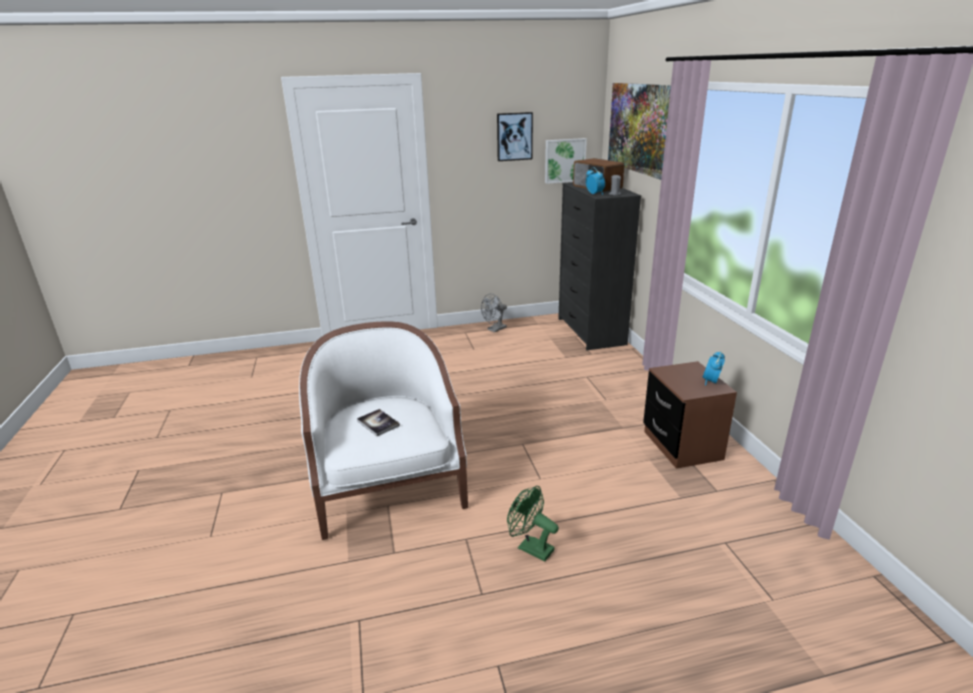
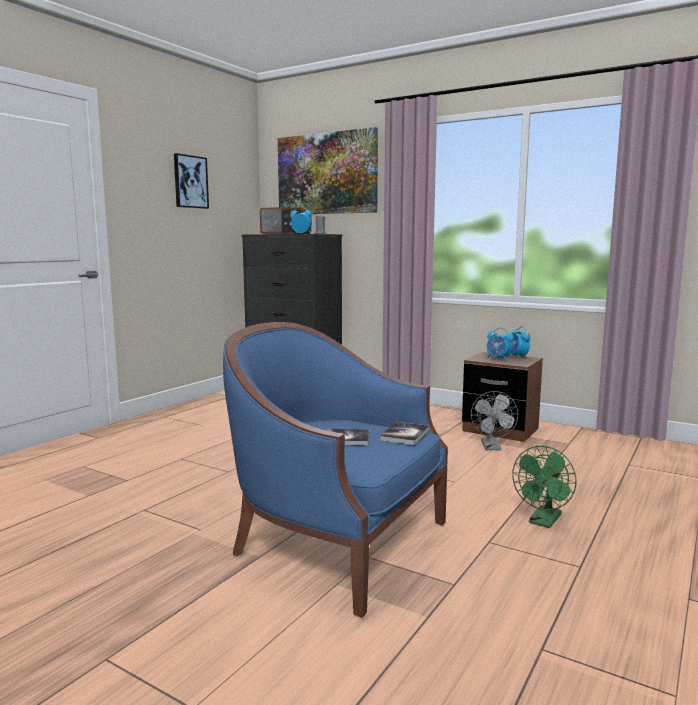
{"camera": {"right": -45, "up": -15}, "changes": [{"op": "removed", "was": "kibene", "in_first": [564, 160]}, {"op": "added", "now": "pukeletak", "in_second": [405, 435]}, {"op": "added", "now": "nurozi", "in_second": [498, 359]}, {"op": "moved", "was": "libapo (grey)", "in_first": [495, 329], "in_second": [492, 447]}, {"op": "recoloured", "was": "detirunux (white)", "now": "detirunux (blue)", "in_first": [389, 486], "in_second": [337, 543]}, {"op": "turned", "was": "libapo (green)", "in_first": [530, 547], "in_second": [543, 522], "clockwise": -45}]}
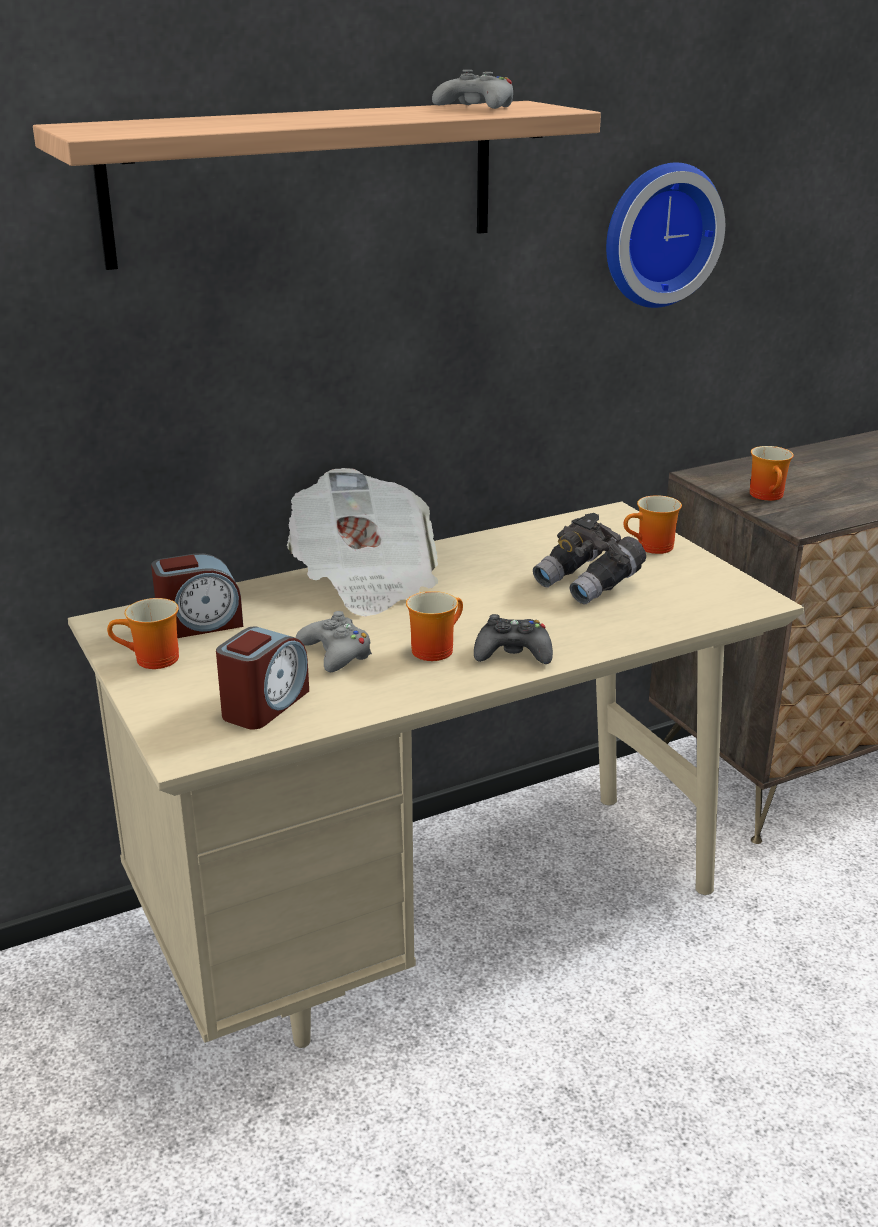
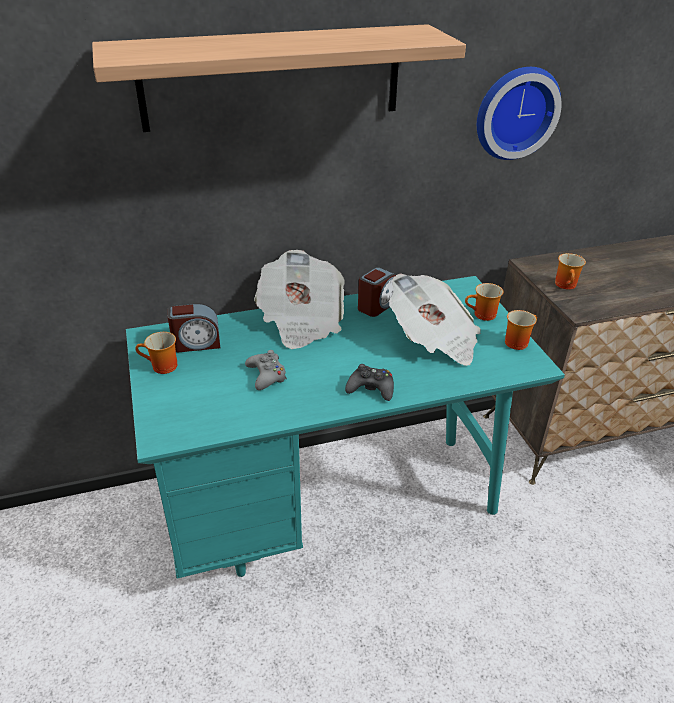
{"camera": {"right": 10, "up": 10}, "changes": [{"op": "removed", "was": "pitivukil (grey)", "in_first": [477, 107]}, {"op": "moved", "was": "nurozi", "in_first": [264, 705], "in_second": [377, 305]}, {"op": "moved", "was": "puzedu", "in_first": [433, 648], "in_second": [516, 341]}, {"op": "replaced", "was": "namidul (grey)", "now": "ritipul", "in_first": [588, 584], "in_second": [434, 340]}, {"op": "recoloured", "was": "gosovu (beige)", "now": "gosovu (turquoise)", "in_first": [438, 917], "in_second": [334, 505]}]}
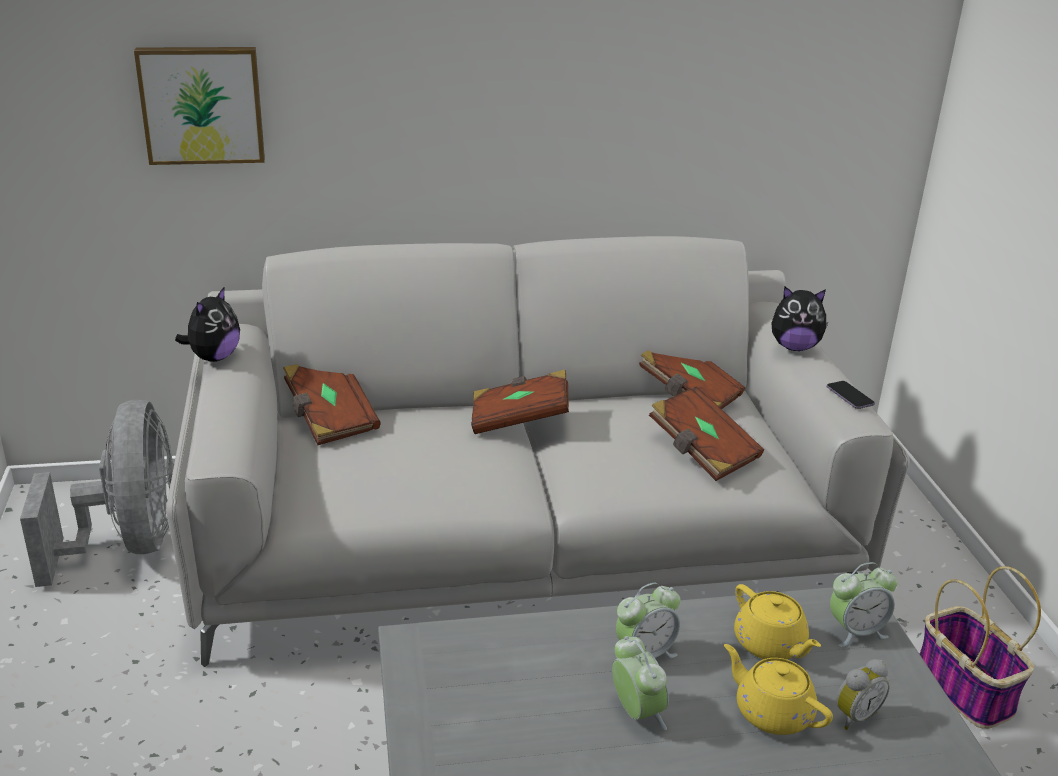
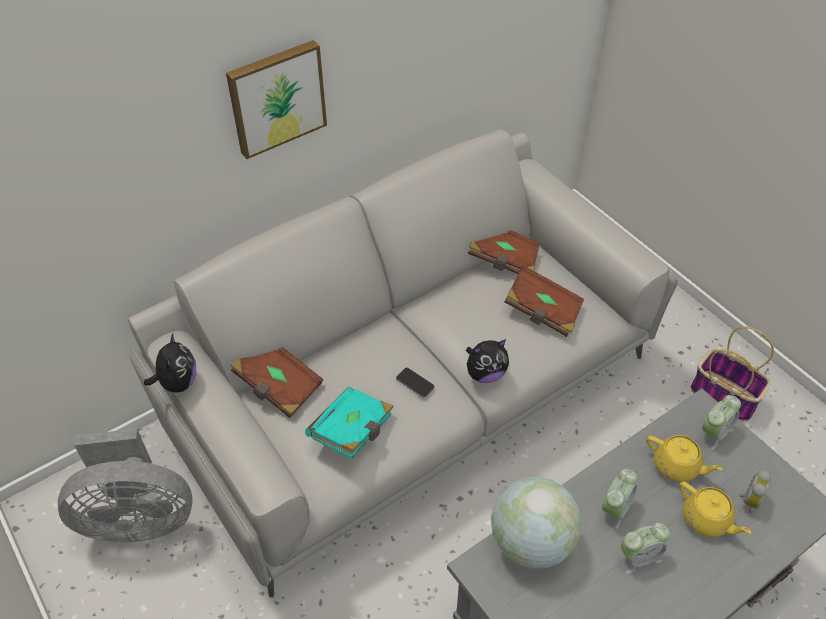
{"camera": {"right": -25, "up": 20}, "changes": [{"op": "removed", "was": "pukeletak (brown)", "in_first": [519, 420]}, {"op": "added", "now": "pukeletak (turquoise)", "in_second": [353, 431]}, {"op": "added", "now": "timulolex", "in_second": [531, 542]}, {"op": "moved", "was": "kibene", "in_first": [202, 104], "in_second": [276, 97]}, {"op": "moved", "was": "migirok", "in_first": [794, 347], "in_second": [485, 374]}, {"op": "moved", "was": "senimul", "in_first": [849, 396], "in_second": [415, 383]}, {"op": "turned", "was": "libapo (grey)", "in_first": [129, 544], "in_second": [138, 518], "clockwise": 120}, {"op": "turned", "was": "nurozi", "in_first": [636, 713], "in_second": [638, 557], "clockwise": 120}, {"op": "turned", "was": "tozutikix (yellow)", "in_first": [771, 712], "in_second": [707, 519], "clockwise": -150}]}
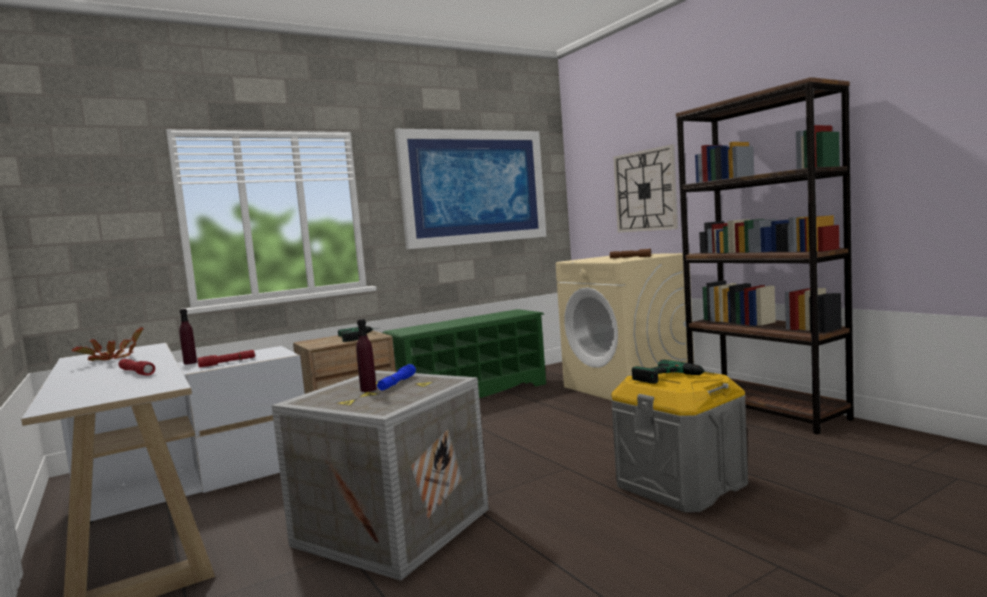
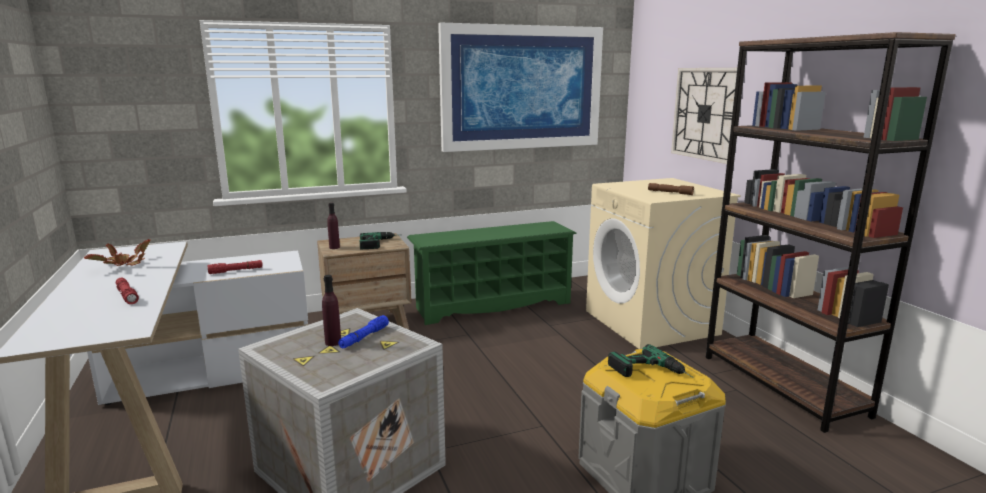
{"camera": {"right": 10, "up": 10}, "changes": [{"op": "moved", "was": "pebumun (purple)", "in_first": [190, 363], "in_second": [334, 247]}]}
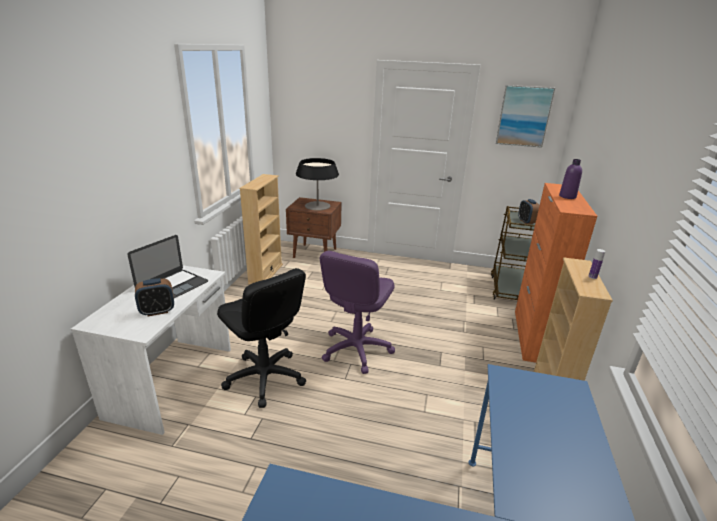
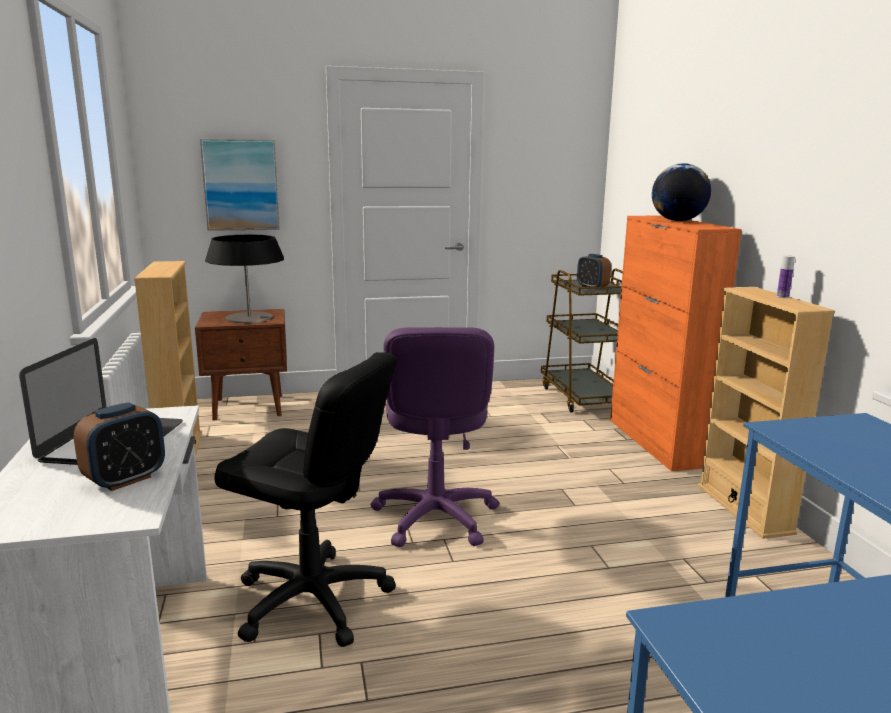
{"camera": {"right": -25, "up": -10}, "changes": [{"op": "moved", "was": "kibene", "in_first": [524, 116], "in_second": [241, 185]}, {"op": "replaced", "was": "pebumun (purple)", "now": "timulolex", "in_first": [567, 196], "in_second": [677, 221]}]}
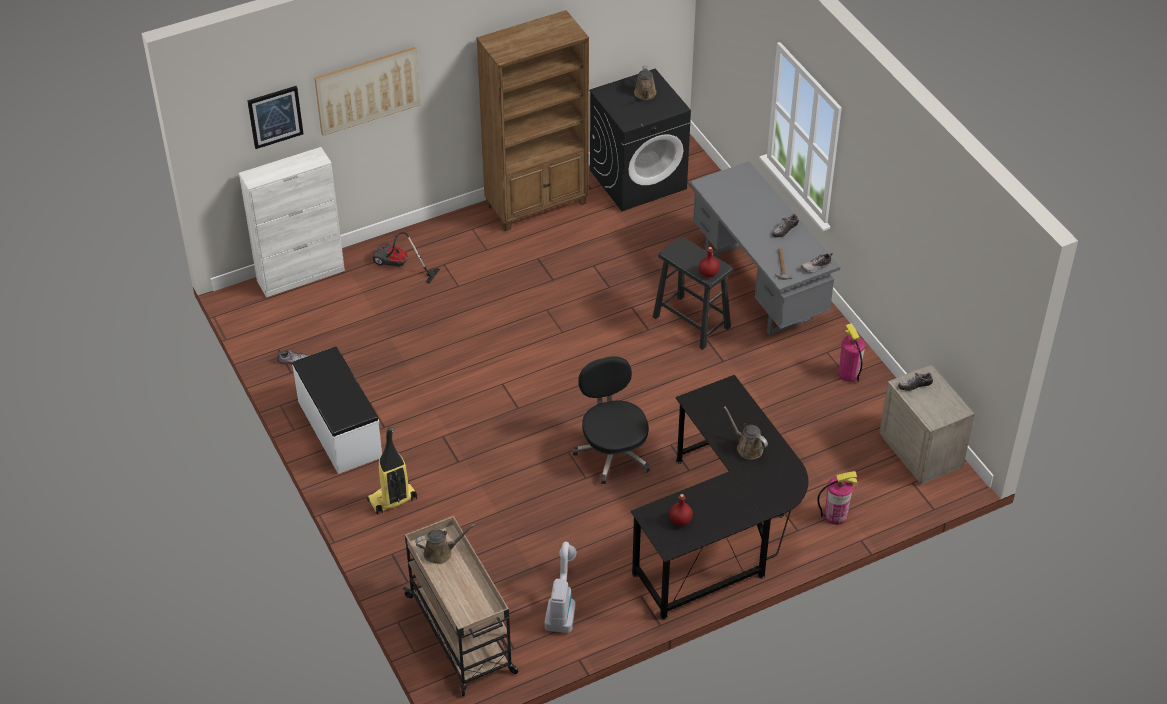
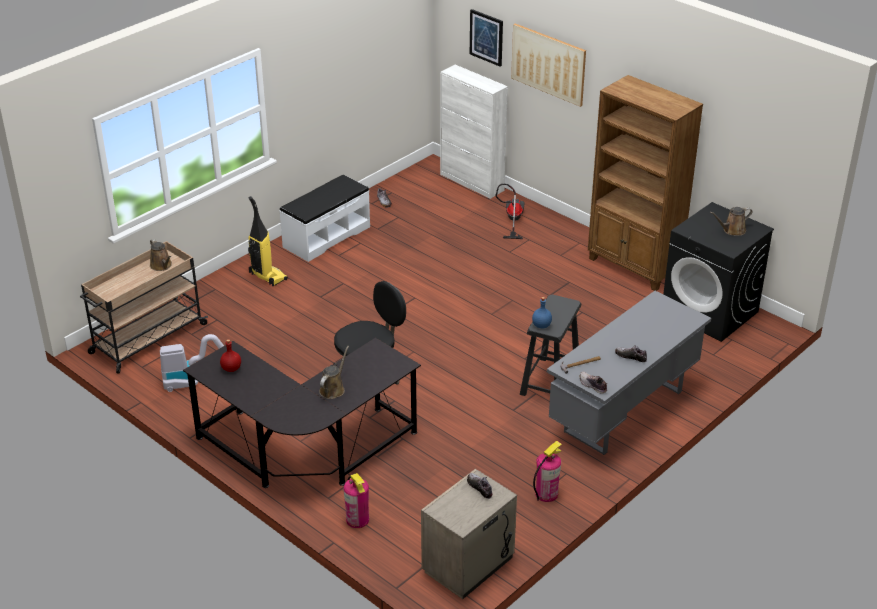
{"camera": {"right": 70, "up": -10}, "changes": [{"op": "recoloured", "was": "pebumun (red)", "now": "pebumun (blue)", "in_first": [708, 273], "in_second": [541, 325]}]}
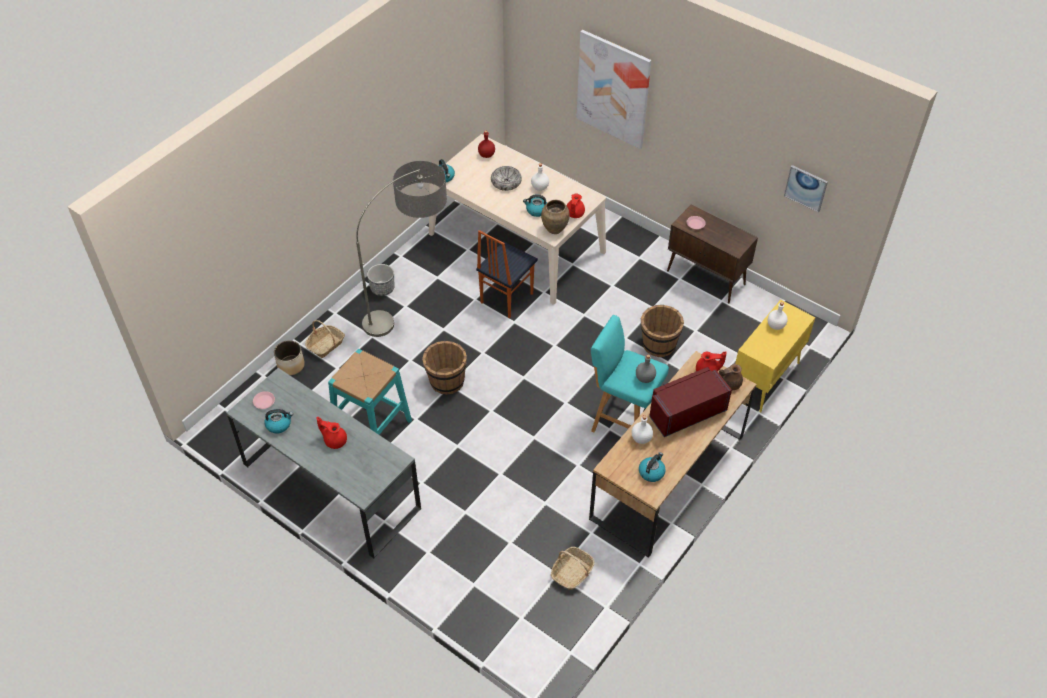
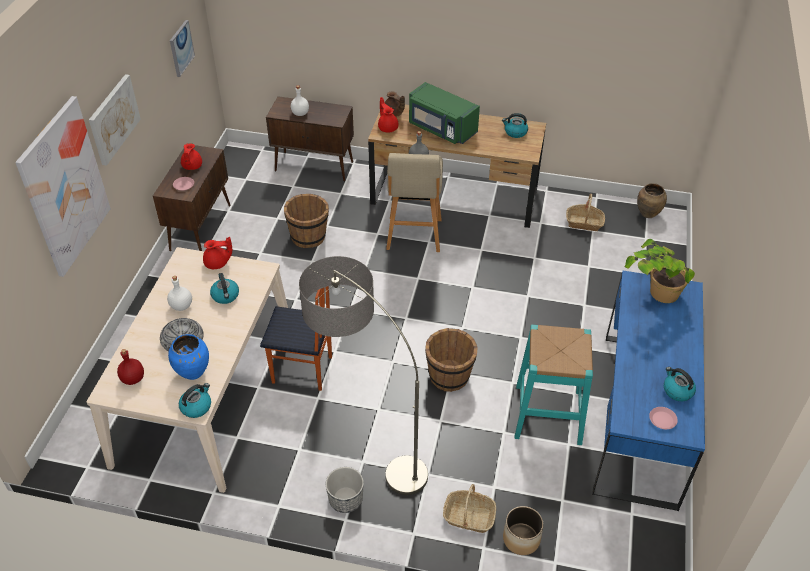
{"camera": {"right": -115, "up": -5}, "changes": [{"op": "removed", "was": "pebumun (white)", "in_first": [641, 438]}, {"op": "added", "now": "kibene", "in_second": [113, 119]}, {"op": "added", "now": "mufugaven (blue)", "in_second": [193, 372]}, {"op": "added", "now": "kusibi", "in_second": [651, 297]}, {"op": "moved", "was": "tozutikix (red)", "in_first": [334, 440], "in_second": [191, 166]}, {"op": "moved", "was": "mufugaven (brown)", "in_first": [554, 229], "in_second": [648, 214]}, {"op": "recoloured", "was": "gosovu (grey)", "now": "gosovu (blue)", "in_first": [331, 486], "in_second": [638, 416]}, {"op": "recoloured", "was": "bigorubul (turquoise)", "now": "bigorubul (beige)", "in_first": [622, 420], "in_second": [414, 236]}, {"op": "recoloured", "was": "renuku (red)", "now": "renuku (green)", "in_first": [686, 412], "in_second": [441, 129]}, {"op": "recoloured", "was": "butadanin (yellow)", "now": "butadanin (brown)", "in_first": [764, 380], "in_second": [315, 166]}]}
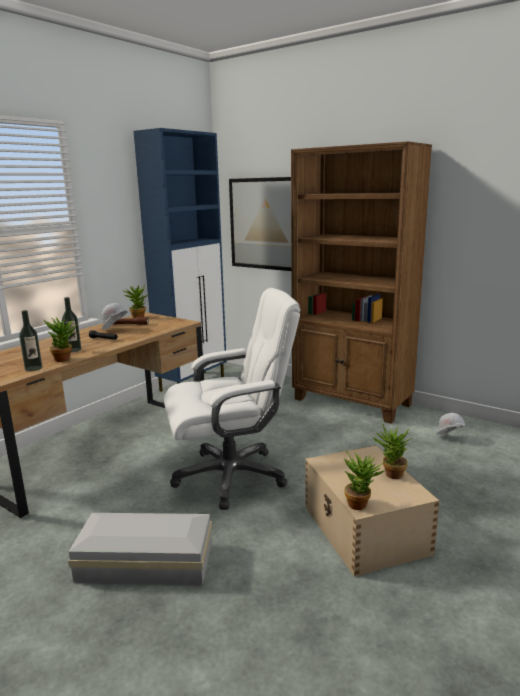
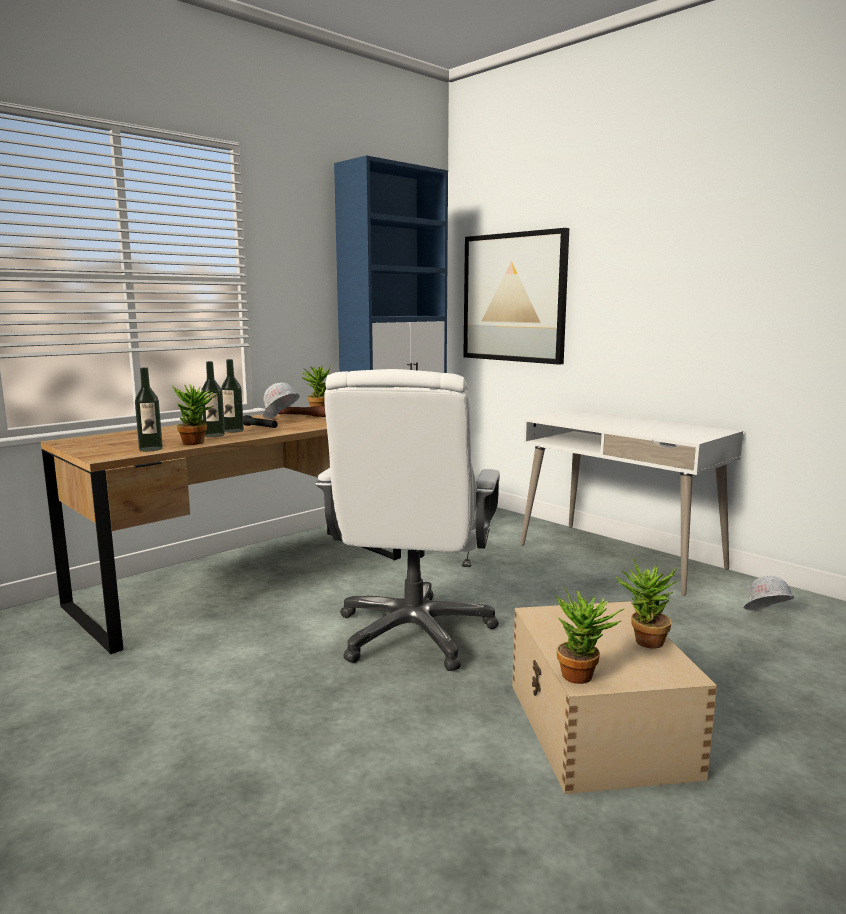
{"camera": {"right": 10, "up": -5}, "changes": [{"op": "removed", "was": "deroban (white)", "in_first": [144, 560]}, {"op": "added", "now": "pebumun", "in_second": [233, 430]}, {"op": "replaced", "was": "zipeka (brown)", "now": "gosovu (white)", "in_first": [352, 402], "in_second": [620, 556]}, {"op": "turned", "was": "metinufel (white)", "in_first": [231, 476], "in_second": [414, 633], "clockwise": 105}]}
